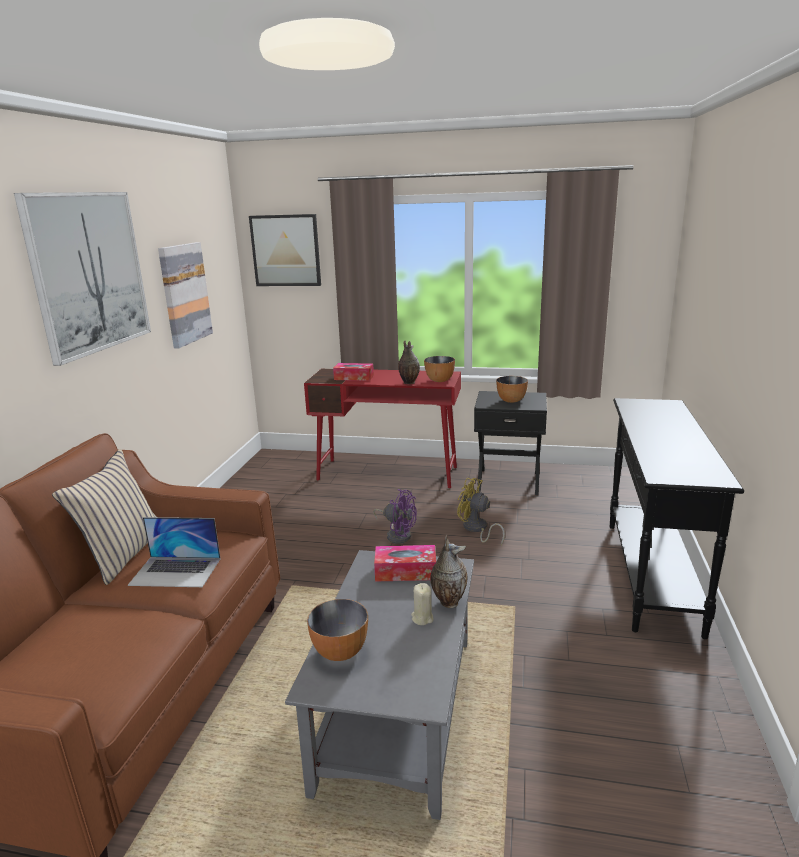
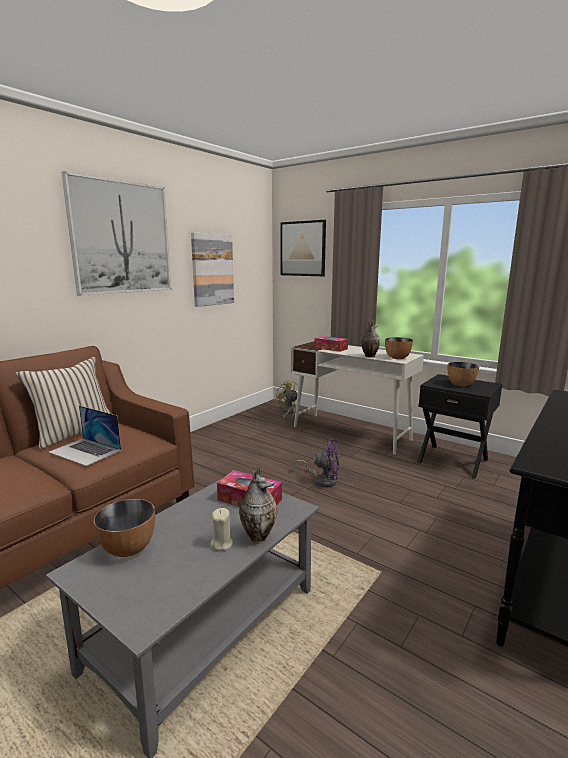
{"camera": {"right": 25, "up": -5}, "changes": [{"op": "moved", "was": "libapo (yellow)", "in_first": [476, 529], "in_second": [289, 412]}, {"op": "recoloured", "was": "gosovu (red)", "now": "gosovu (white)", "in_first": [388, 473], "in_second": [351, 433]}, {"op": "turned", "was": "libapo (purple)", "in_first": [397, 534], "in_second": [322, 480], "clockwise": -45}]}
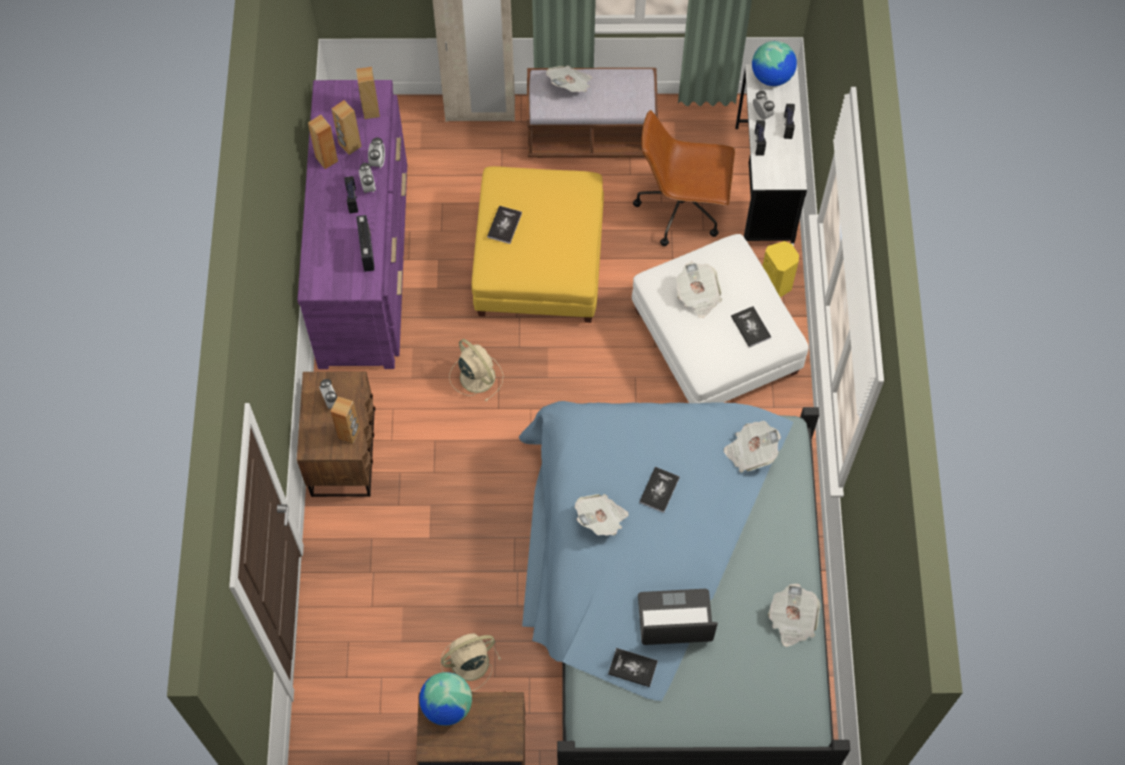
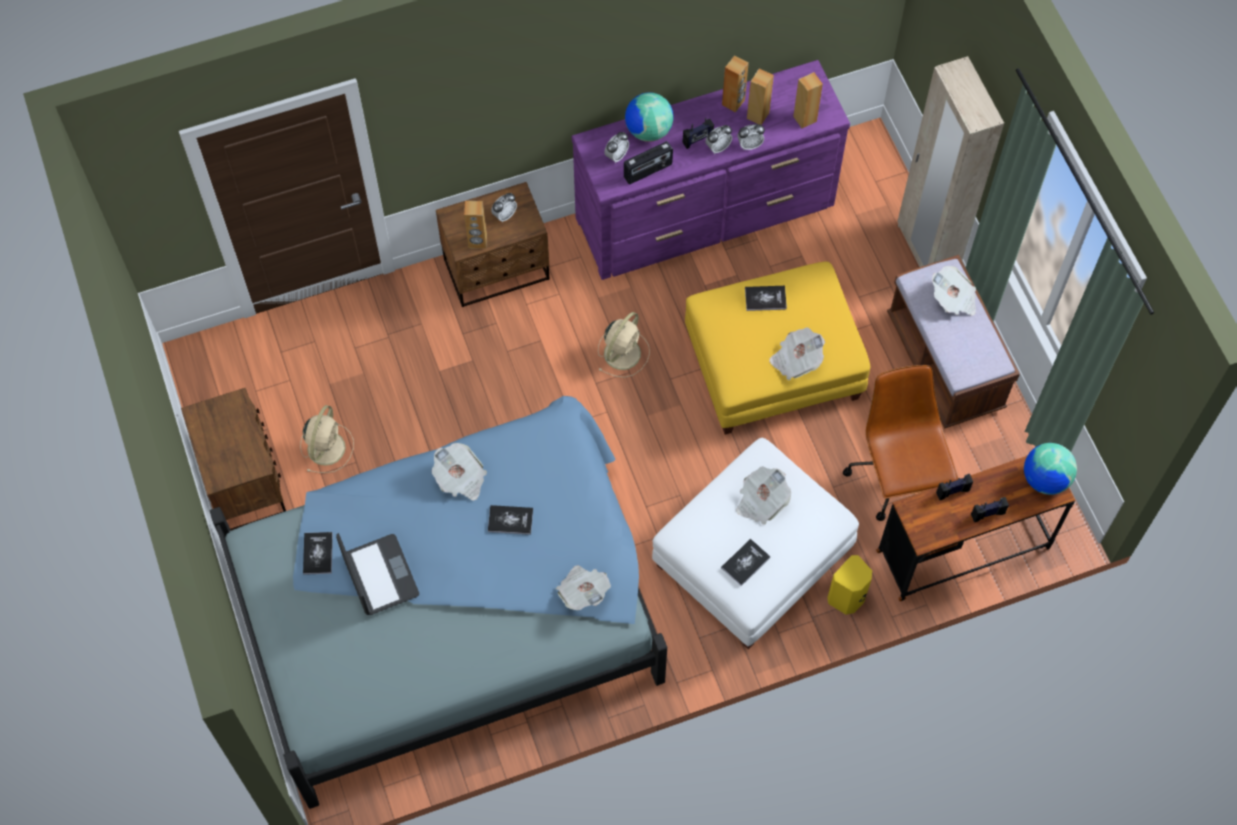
{"camera": {"right": 70, "up": 0}, "changes": [{"op": "moved", "was": "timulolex", "in_first": [447, 706], "in_second": [648, 130]}, {"op": "moved", "was": "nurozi", "in_first": [762, 114], "in_second": [616, 156]}, {"op": "moved", "was": "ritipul", "in_first": [792, 620], "in_second": [796, 360]}, {"op": "recoloured", "was": "gosovu (white)", "now": "gosovu (brown)", "in_first": [764, 186], "in_second": [963, 550]}, {"op": "turned", "was": "libapo (beige)", "in_first": [468, 663], "in_second": [327, 446], "clockwise": 60}]}
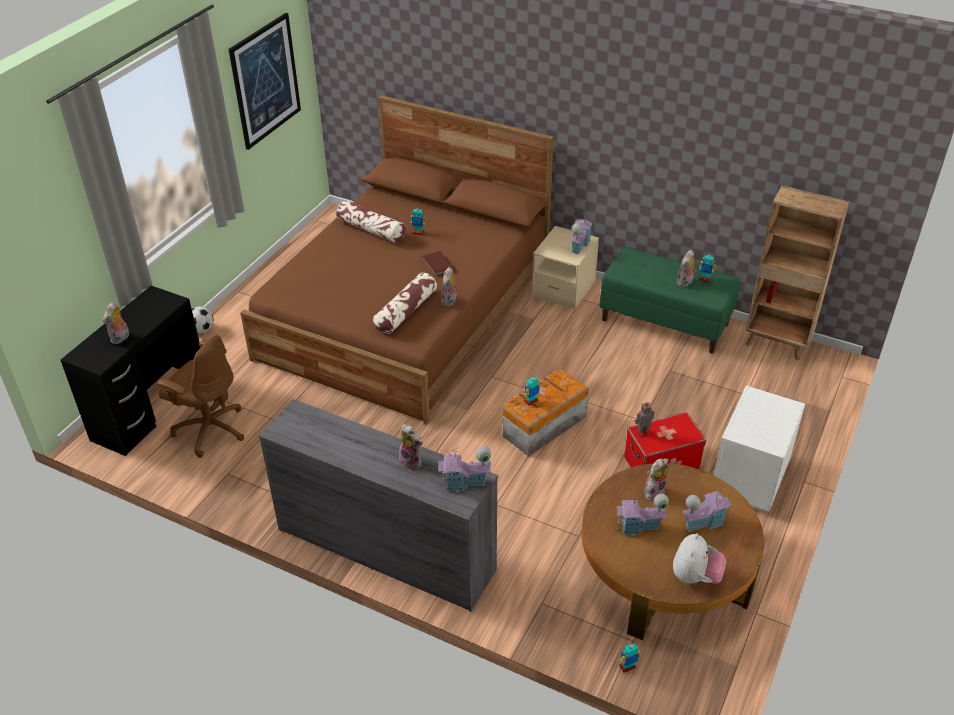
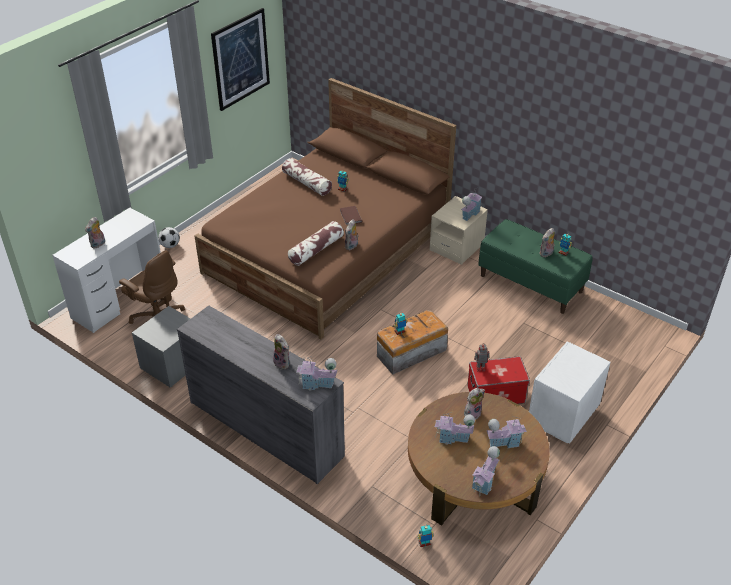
{"camera": {"right": 10, "up": 0}, "changes": [{"op": "removed", "was": "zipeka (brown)", "in_first": [777, 344]}, {"op": "added", "now": "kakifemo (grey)", "in_second": [172, 364]}, {"op": "replaced", "was": "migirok", "now": "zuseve", "in_first": [695, 577], "in_second": [485, 482]}, {"op": "recoloured", "was": "gosovu (black)", "now": "gosovu (white)", "in_first": [150, 408], "in_second": [119, 300]}]}
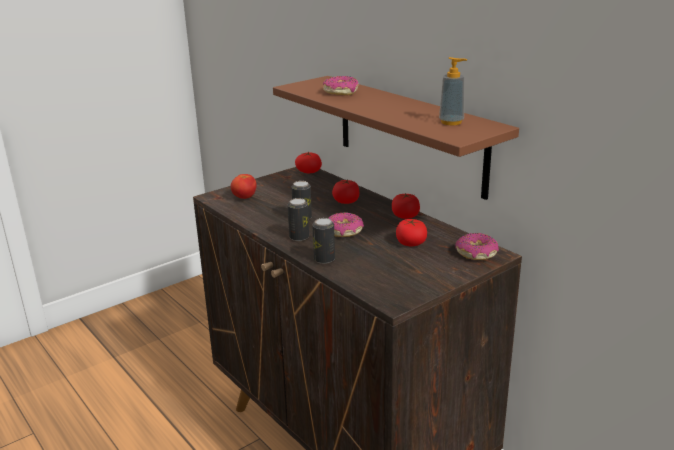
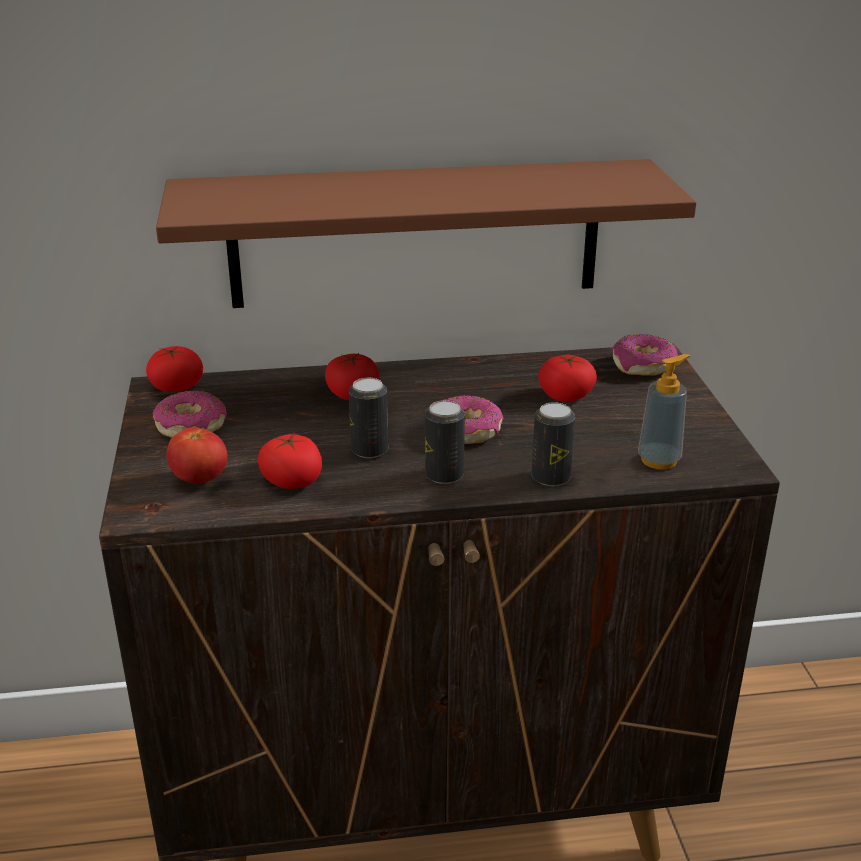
{"camera": {"right": -60, "up": 5}, "changes": [{"op": "moved", "was": "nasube", "in_first": [341, 92], "in_second": [190, 426]}, {"op": "moved", "was": "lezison", "in_first": [405, 216], "in_second": [292, 481]}, {"op": "moved", "was": "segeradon", "in_first": [451, 122], "in_second": [659, 460]}]}
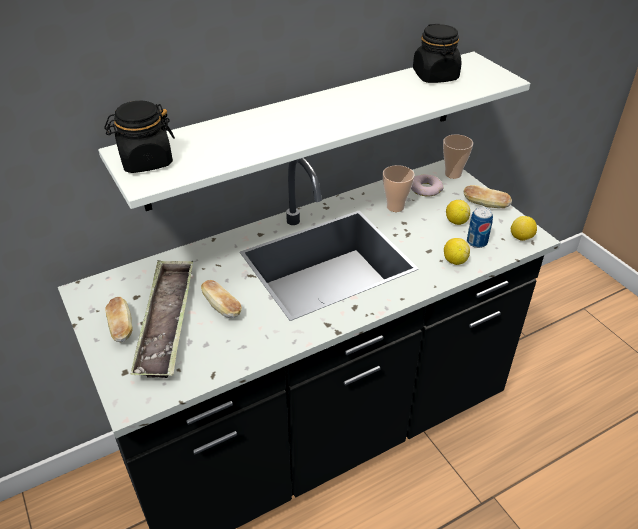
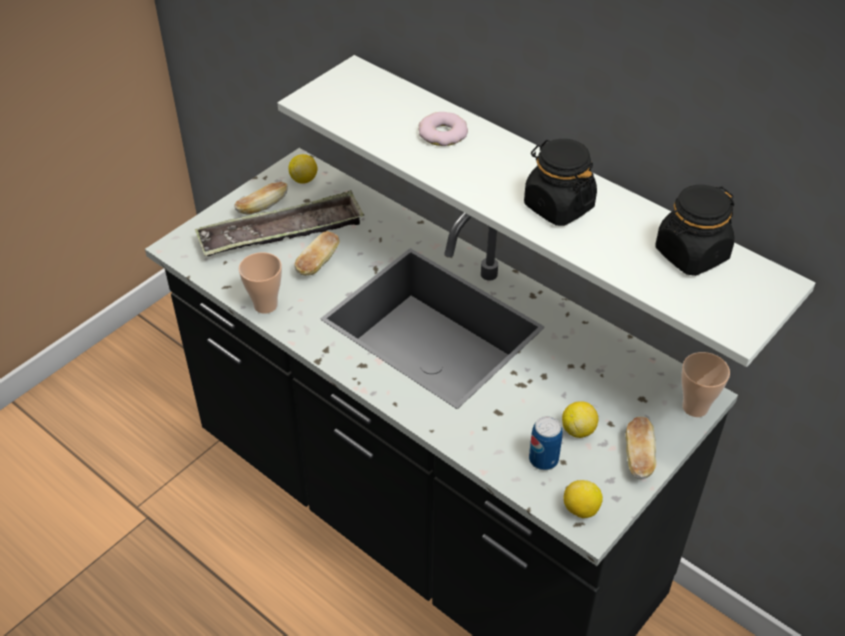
{"camera": {"right": 70, "up": 5}, "changes": [{"op": "moved", "was": "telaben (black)", "in_first": [146, 161], "in_second": [558, 206]}, {"op": "moved", "was": "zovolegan", "in_first": [395, 207], "in_second": [265, 305]}, {"op": "moved", "was": "nasube", "in_first": [425, 188], "in_second": [443, 134]}, {"op": "moved", "was": "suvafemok", "in_first": [454, 260], "in_second": [304, 179]}]}
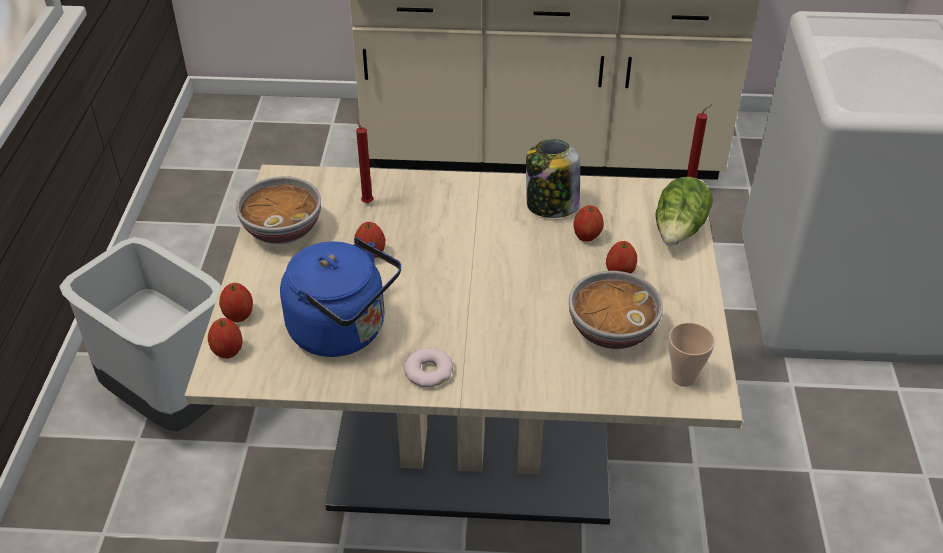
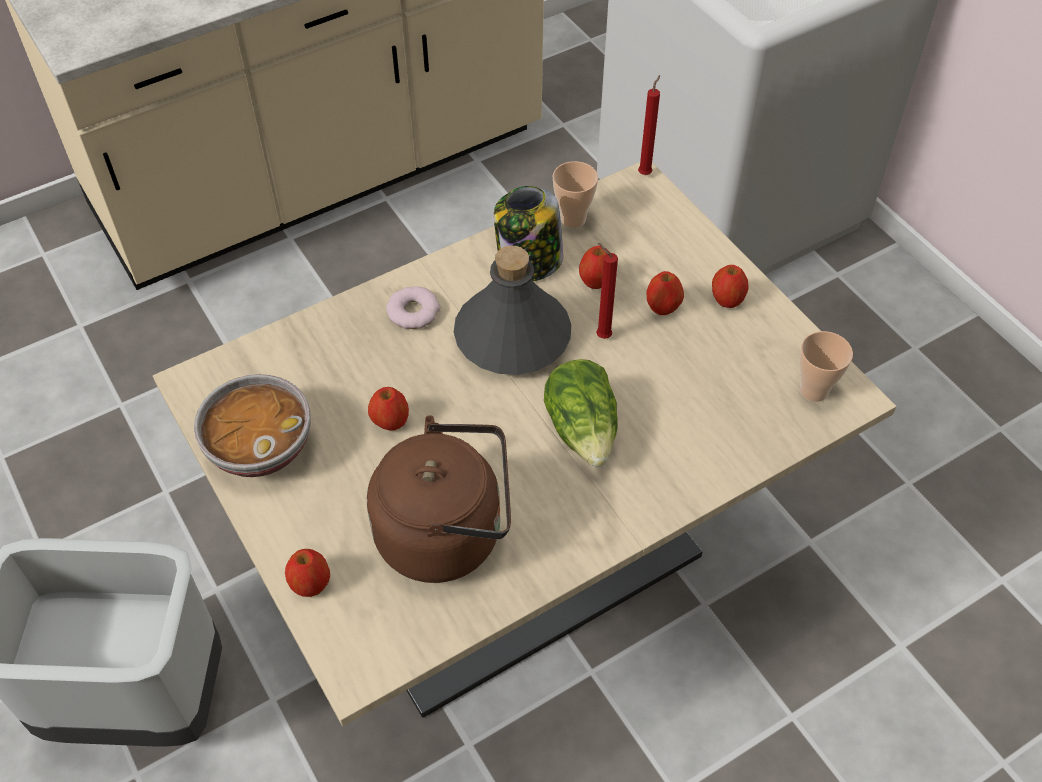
{"camera": {"right": -35, "up": 10}, "changes": [{"op": "removed", "was": "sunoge", "in_first": [611, 330]}, {"op": "added", "now": "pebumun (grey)", "in_second": [512, 336]}, {"op": "added", "now": "zovolegan", "in_second": [573, 219]}, {"op": "moved", "was": "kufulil", "in_first": [228, 351], "in_second": [727, 300]}, {"op": "moved", "was": "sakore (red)", "in_first": [367, 201], "in_second": [601, 335]}, {"op": "moved", "was": "nasube", "in_first": [428, 371], "in_second": [413, 312]}, {"op": "moved", "was": "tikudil", "in_first": [679, 231], "in_second": [583, 429]}, {"op": "recoloured", "was": "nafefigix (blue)", "now": "nafefigix (brown)", "in_first": [343, 331], "in_second": [447, 533]}]}
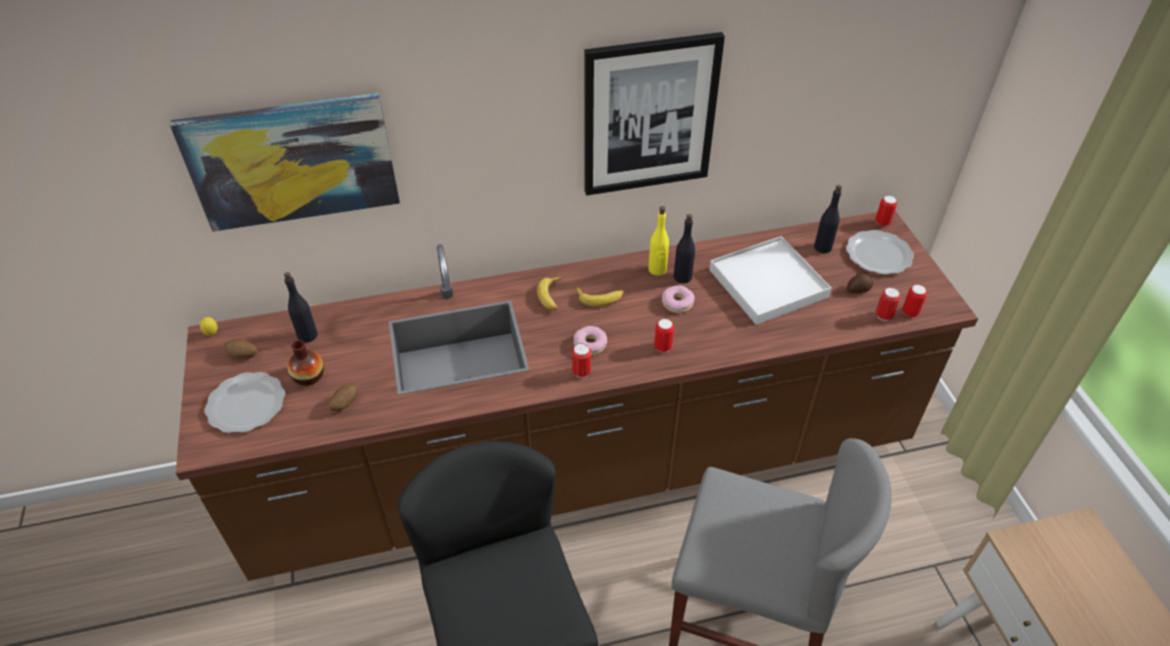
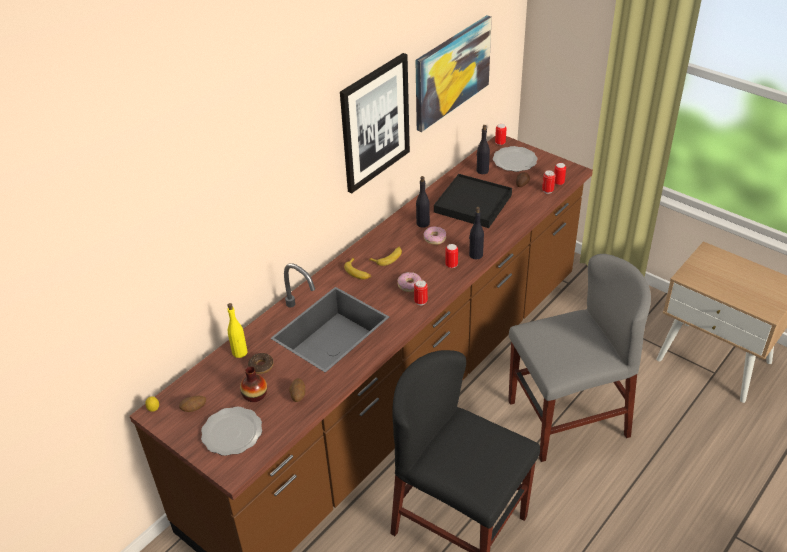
{"camera": {"right": -35, "up": -5}, "changes": [{"op": "added", "now": "nasube", "in_second": [261, 366]}, {"op": "moved", "was": "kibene", "in_first": [293, 161], "in_second": [451, 72]}, {"op": "moved", "was": "pebumun (black)", "in_first": [307, 335], "in_second": [475, 255]}, {"op": "moved", "was": "pebumun (yellow)", "in_first": [657, 269], "in_second": [240, 352]}, {"op": "recoloured", "was": "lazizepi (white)", "now": "lazizepi (black)", "in_first": [768, 283], "in_second": [473, 203]}]}
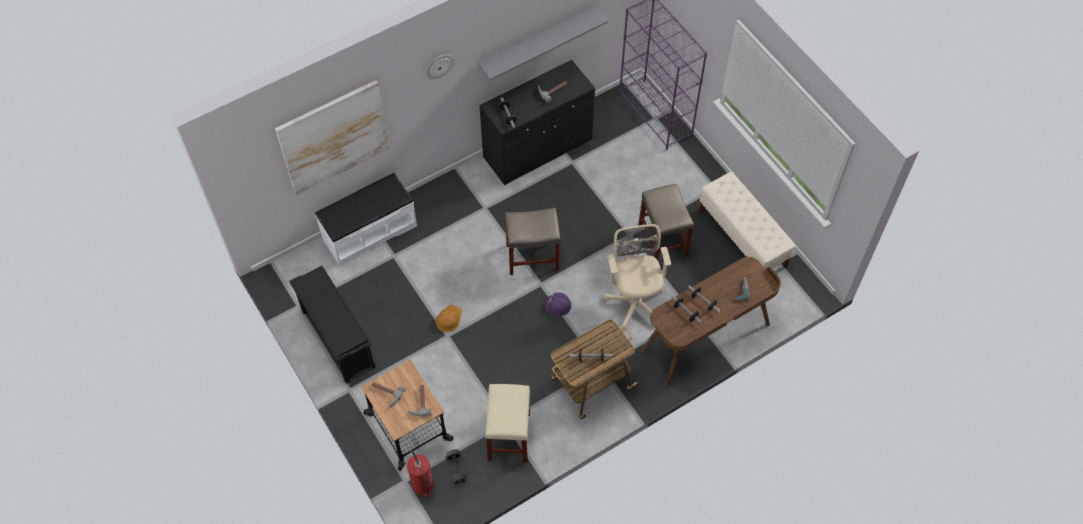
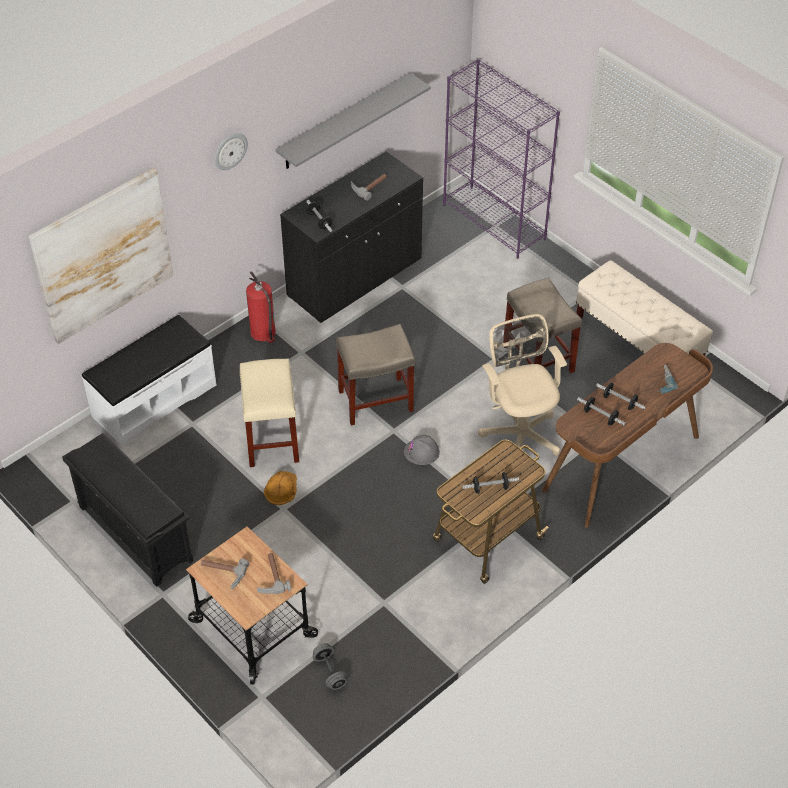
{"camera": {"right": -10, "up": -10}, "changes": [{"op": "moved", "was": "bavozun", "in_first": [422, 485], "in_second": [263, 332]}, {"op": "moved", "was": "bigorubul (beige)", "in_first": [508, 435], "in_second": [271, 438]}, {"op": "recoloured", "was": "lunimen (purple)", "now": "lunimen (grey)", "in_first": [558, 305], "in_second": [421, 452]}]}
